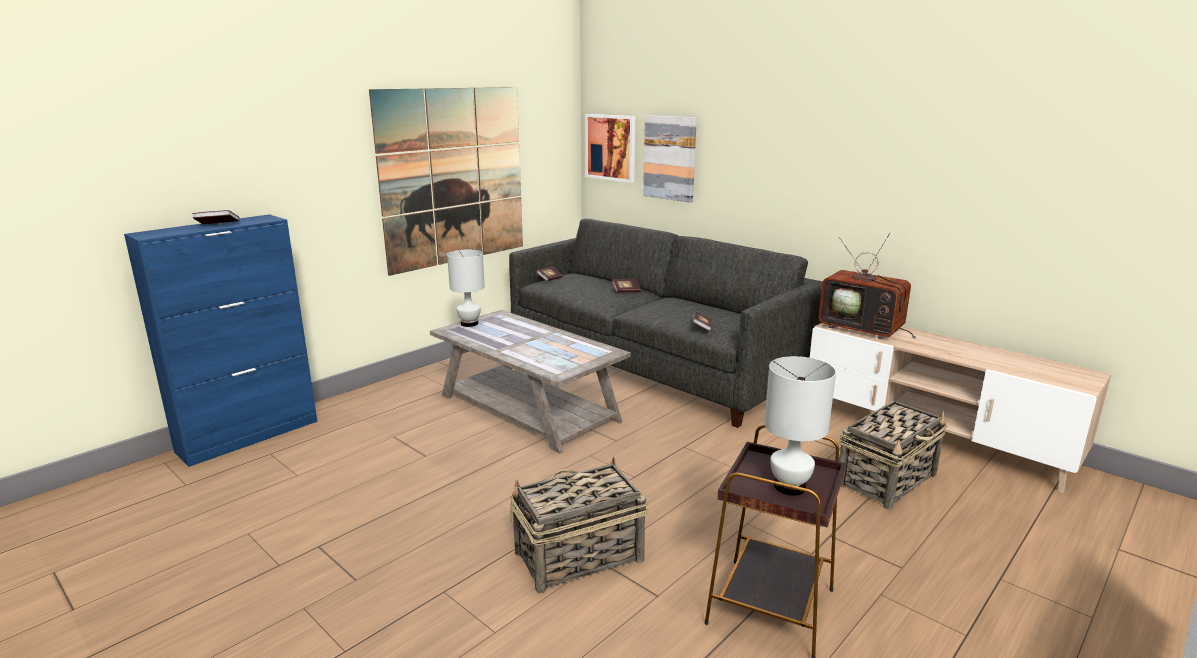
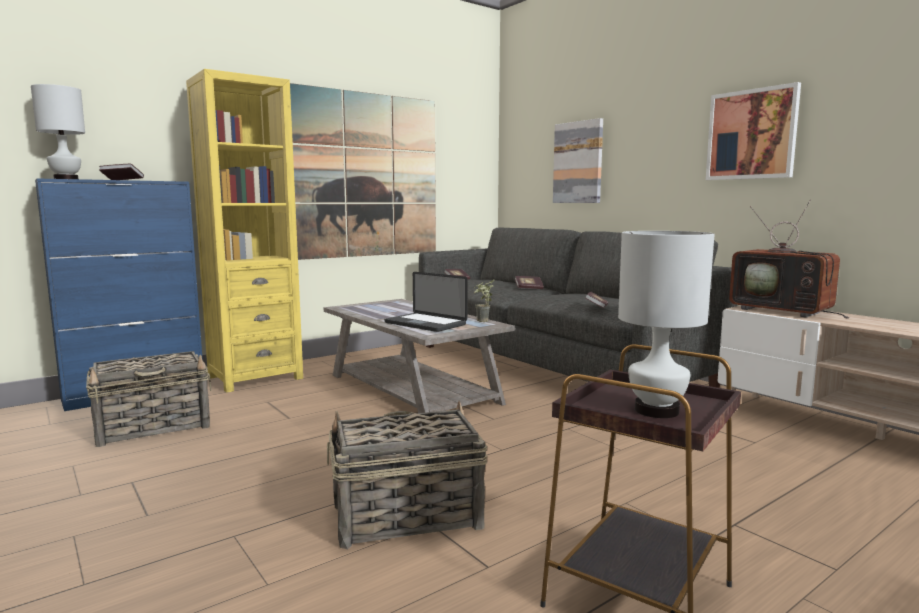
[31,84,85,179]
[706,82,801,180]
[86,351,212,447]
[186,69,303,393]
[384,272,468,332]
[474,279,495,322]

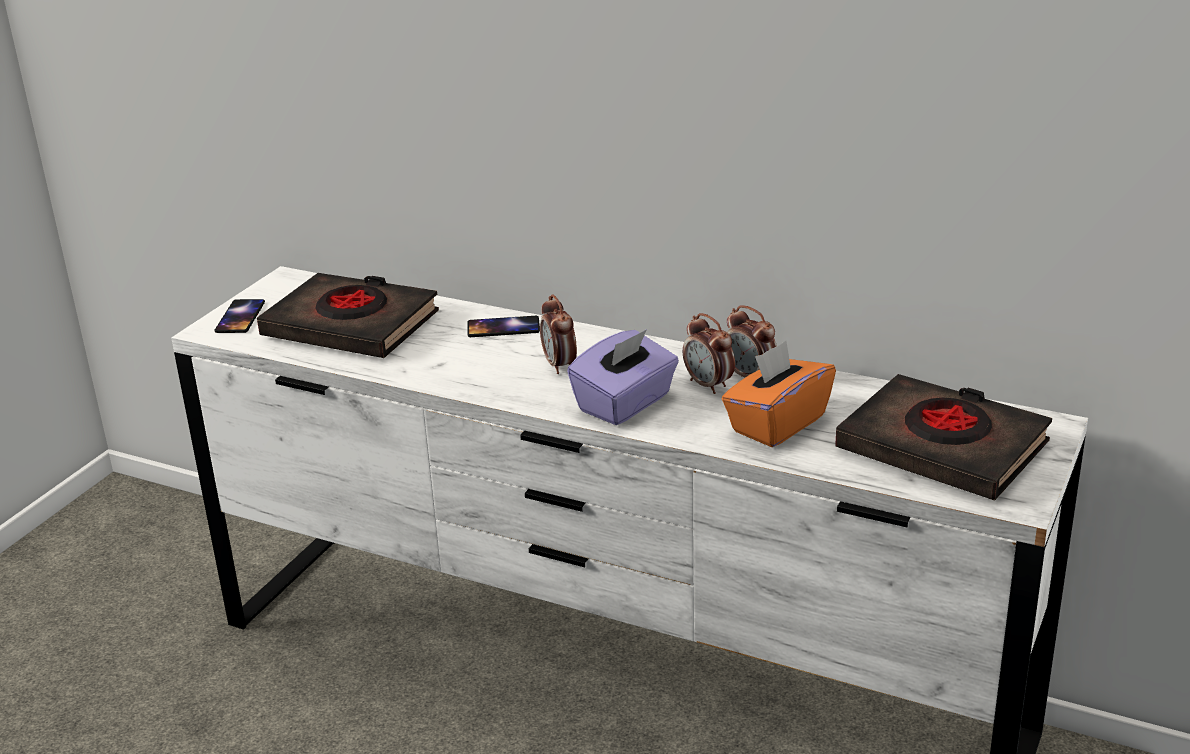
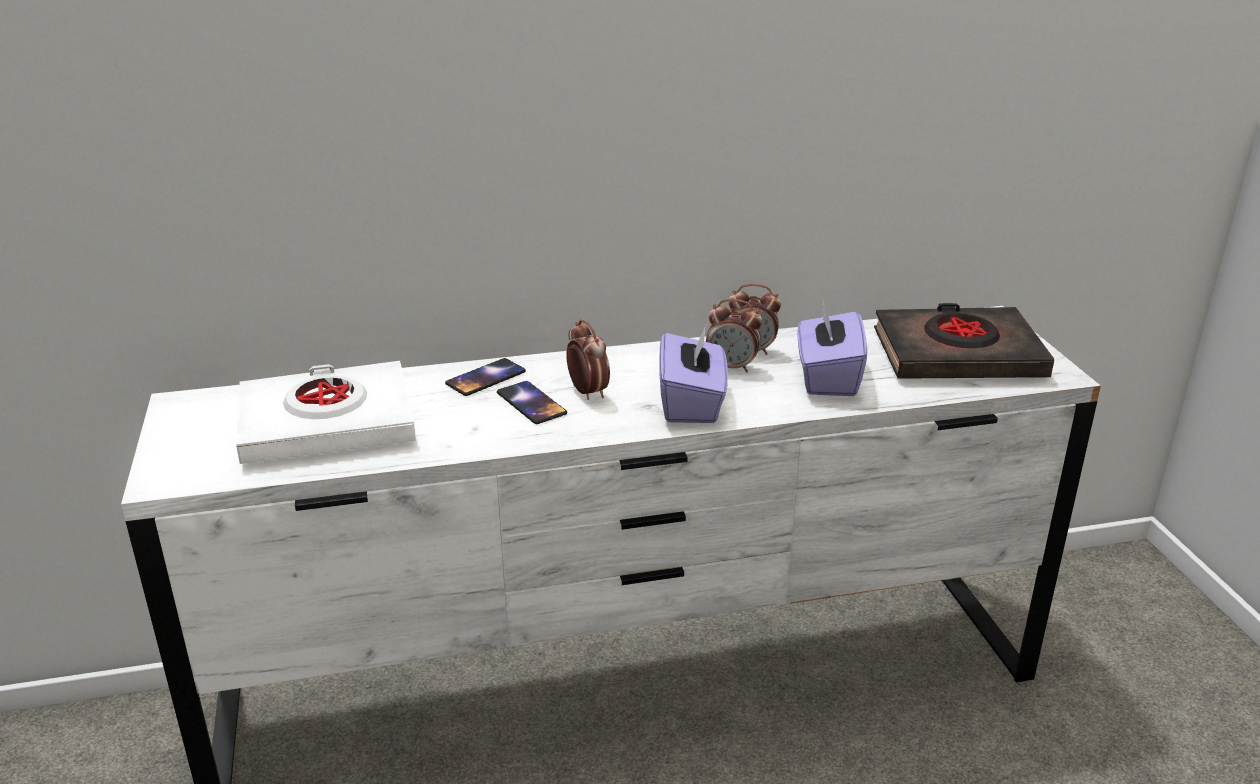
[497,381,567,424]
[236,361,416,464]
[566,319,610,400]
[798,301,867,396]

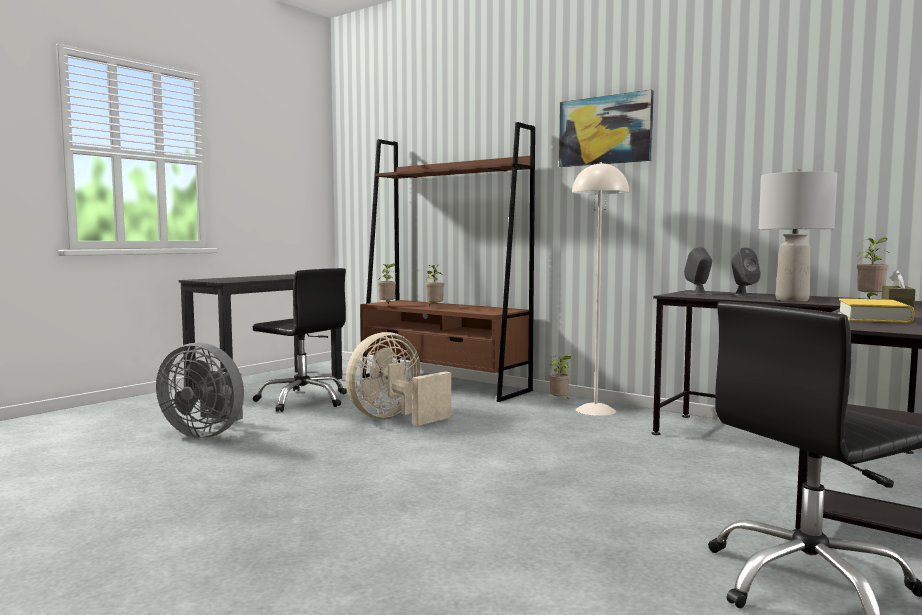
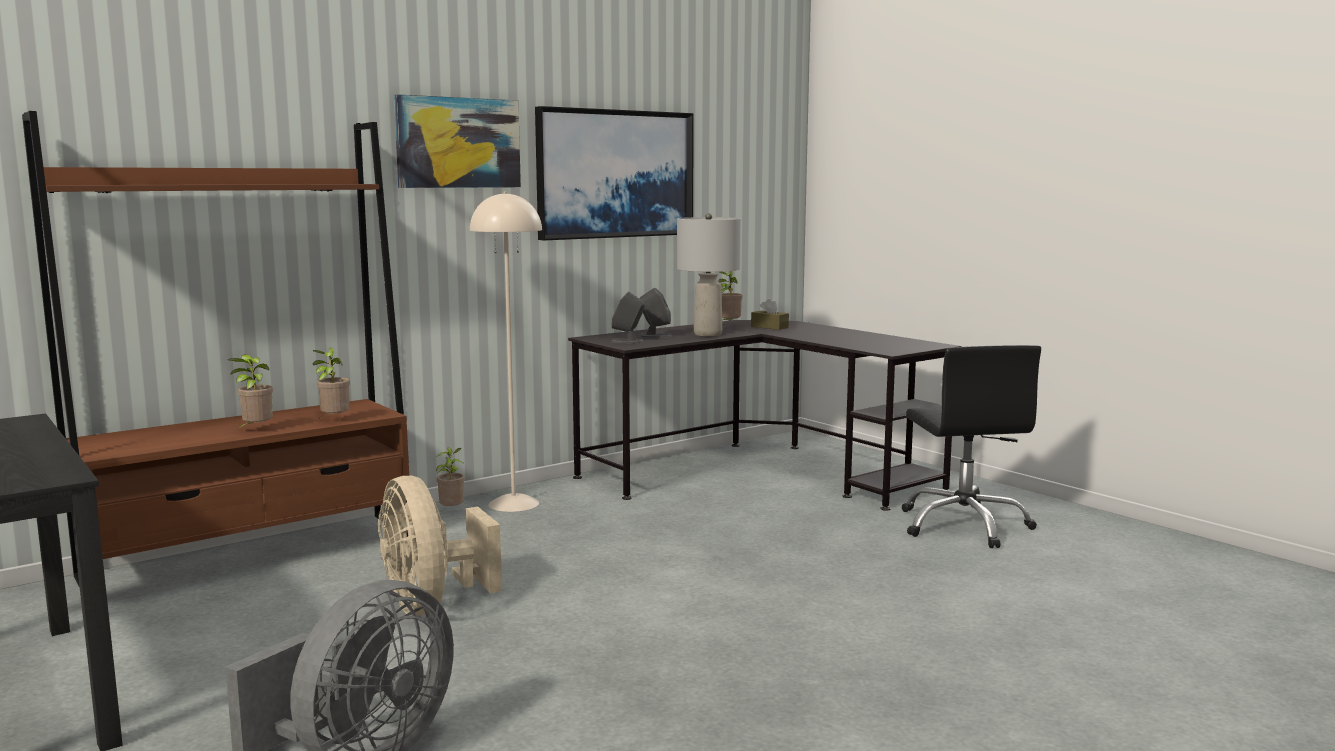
[253,268,347,412] (first image)
[313,348,350,418]
[838,298,914,323] (first image)
[535,106,694,240]

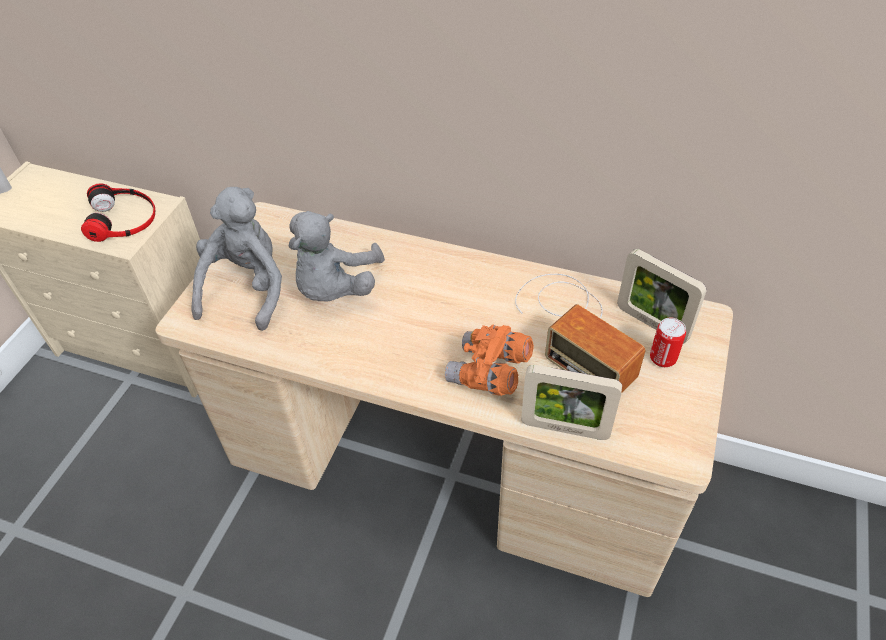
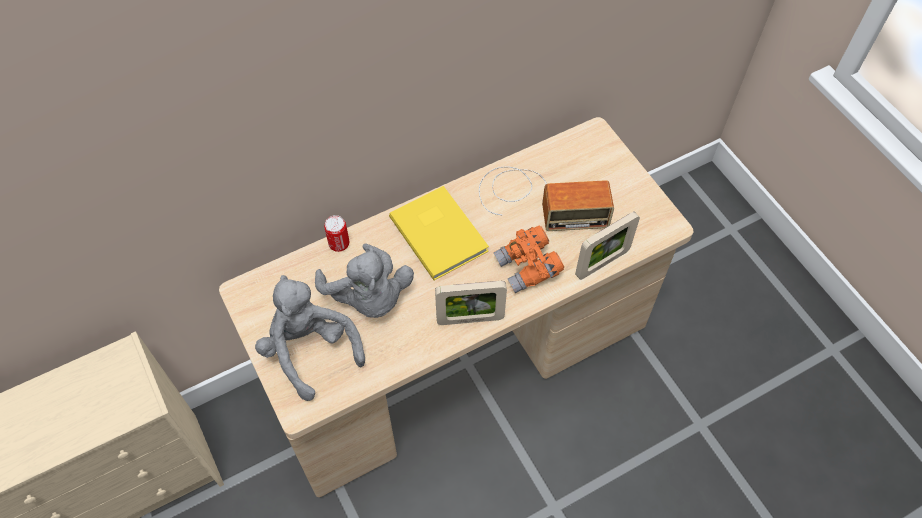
[81,183,155,242] (first image)
[435,281,507,325]
[324,215,349,252]
[389,186,489,280]

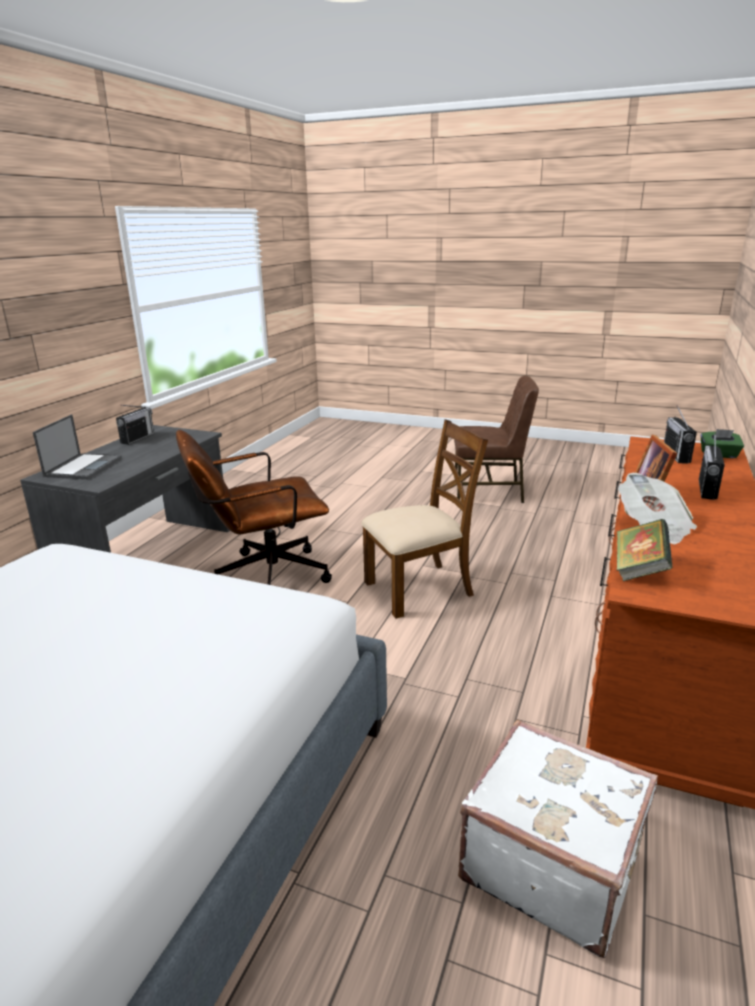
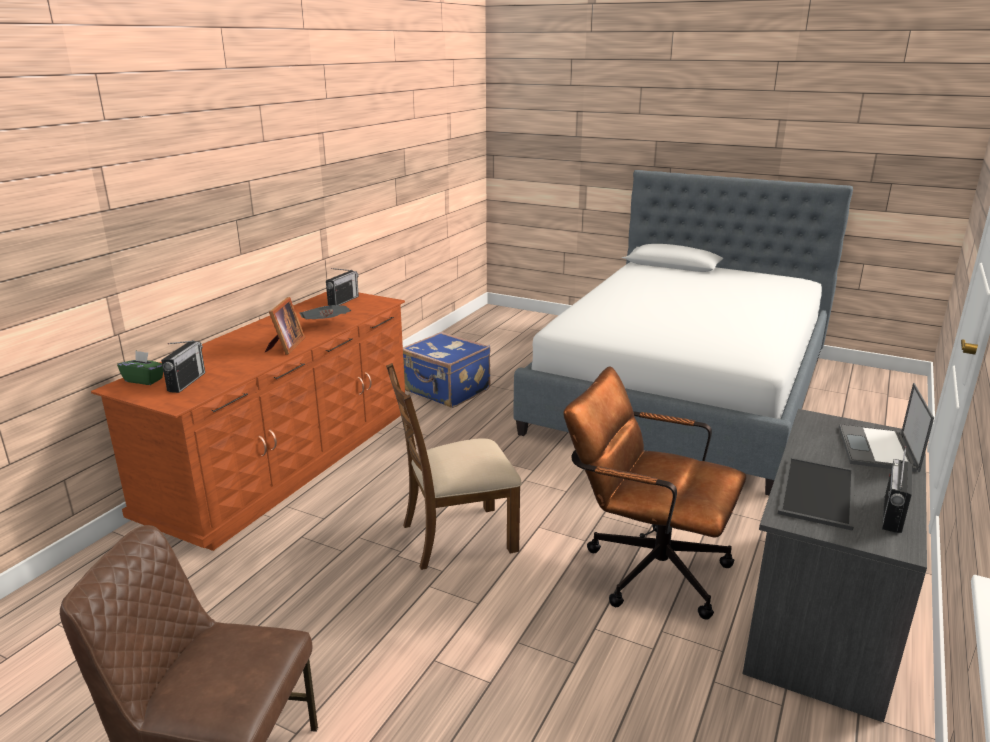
[563,366,746,619]
[403,332,491,408]
[617,519,673,581] (first image)
[326,268,359,305]
[778,457,855,531]

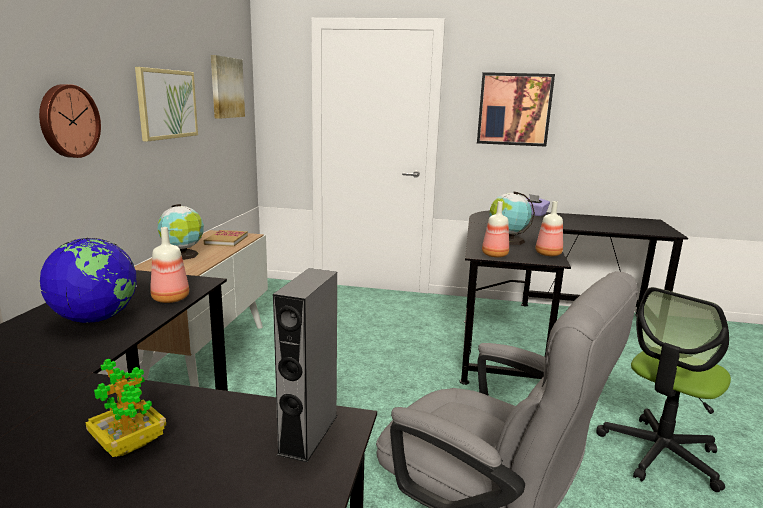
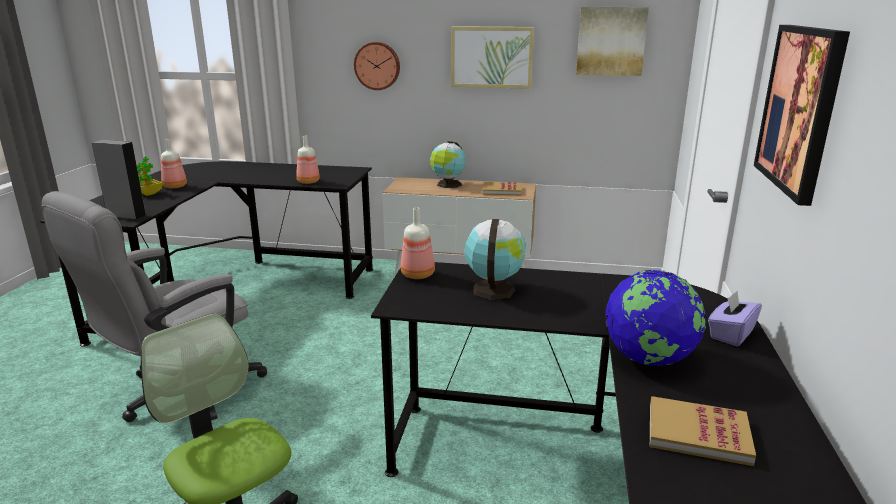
[605,270,706,366]
[161,139,187,189]
[650,396,756,466]

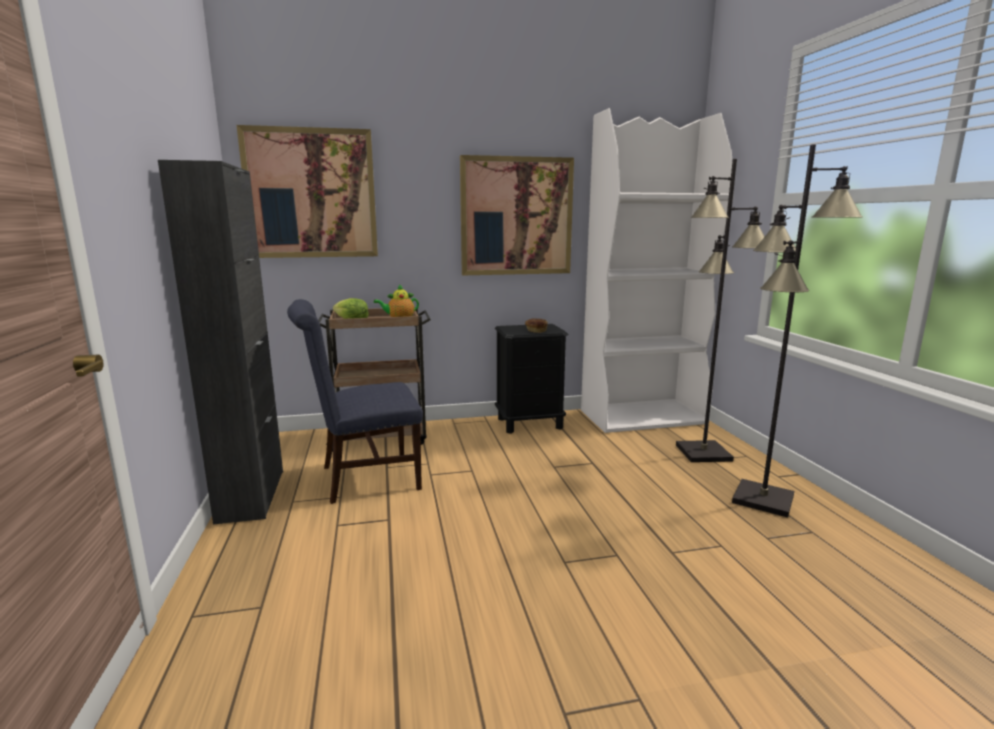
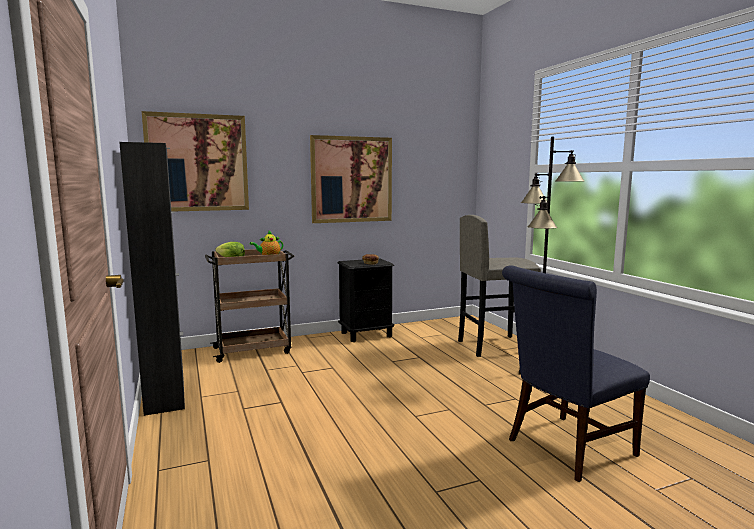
[502,266,650,482]
[581,108,734,433] (first image)
[458,215,541,357]

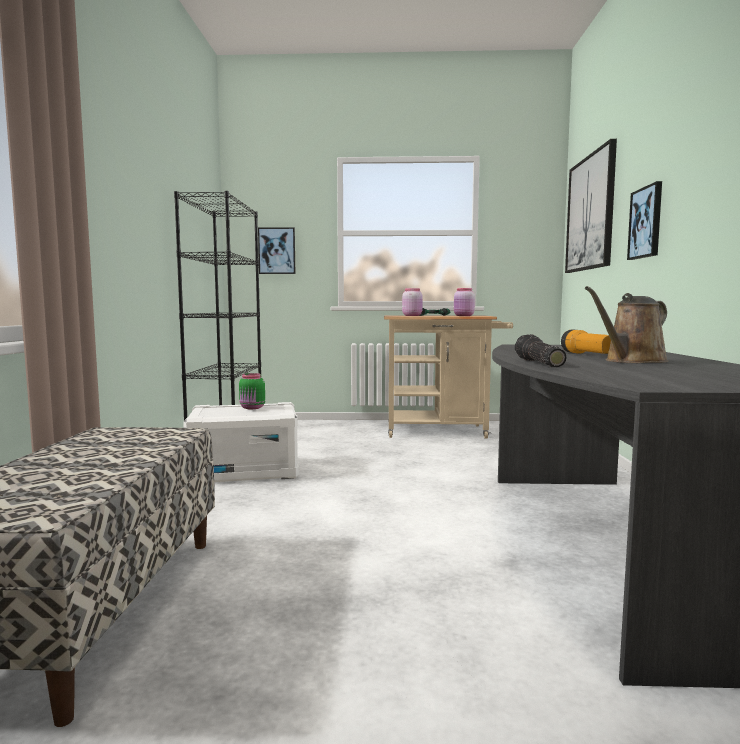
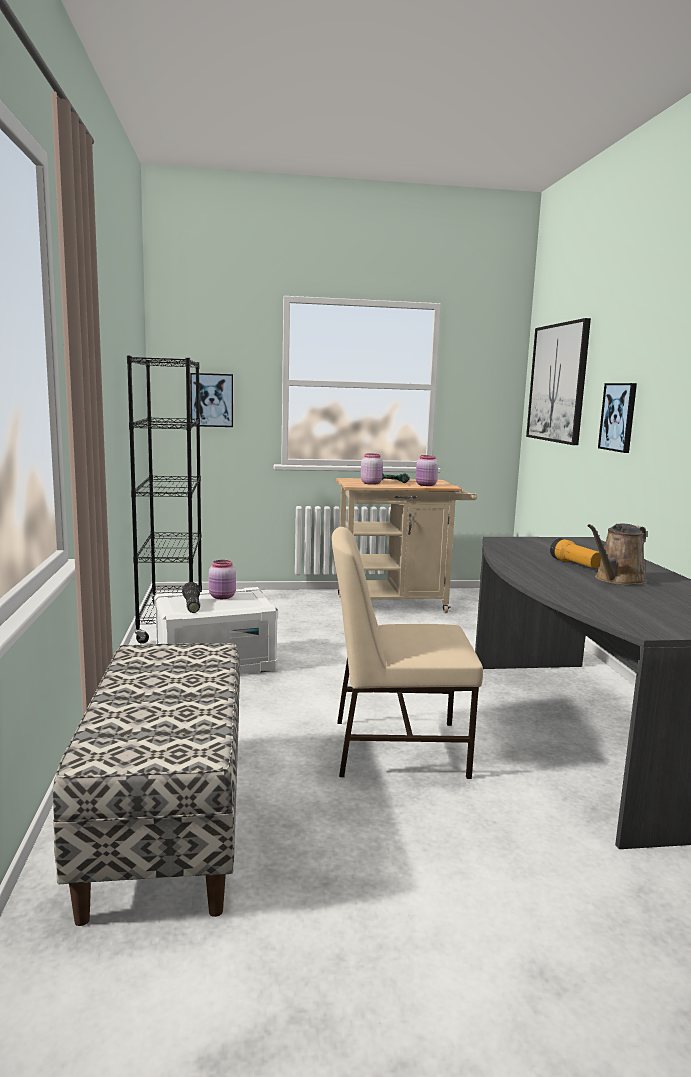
[209,560,236,599]
[182,582,200,613]
[332,527,483,779]

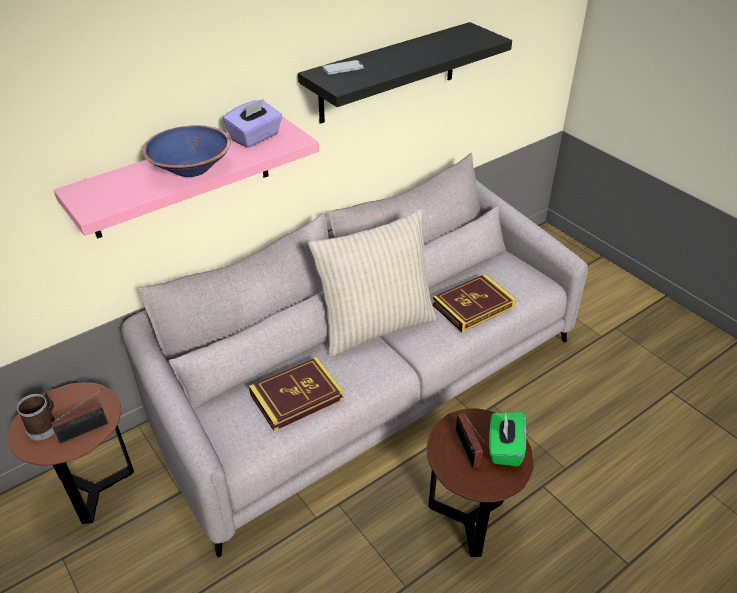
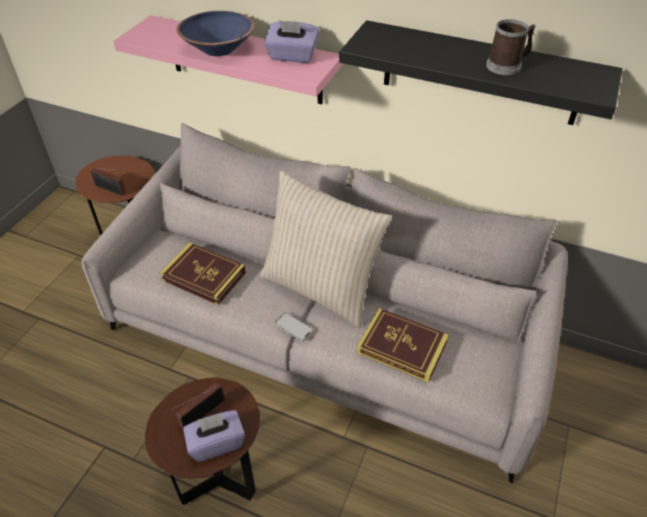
[486,19,536,75]
[275,313,313,341]
[183,410,245,462]

